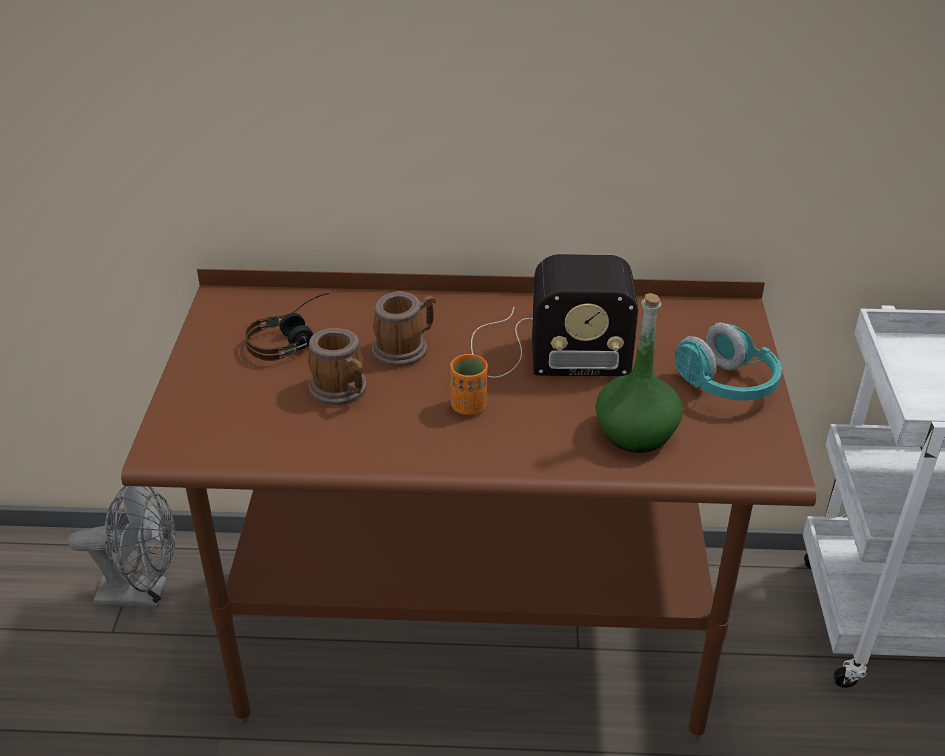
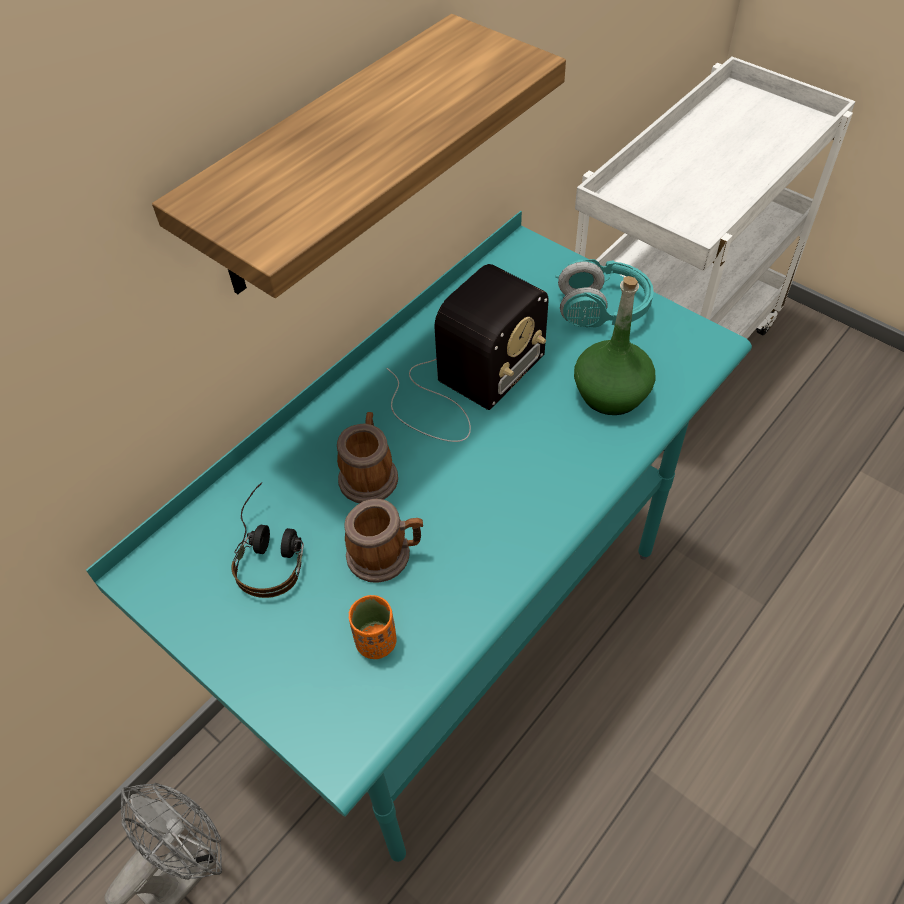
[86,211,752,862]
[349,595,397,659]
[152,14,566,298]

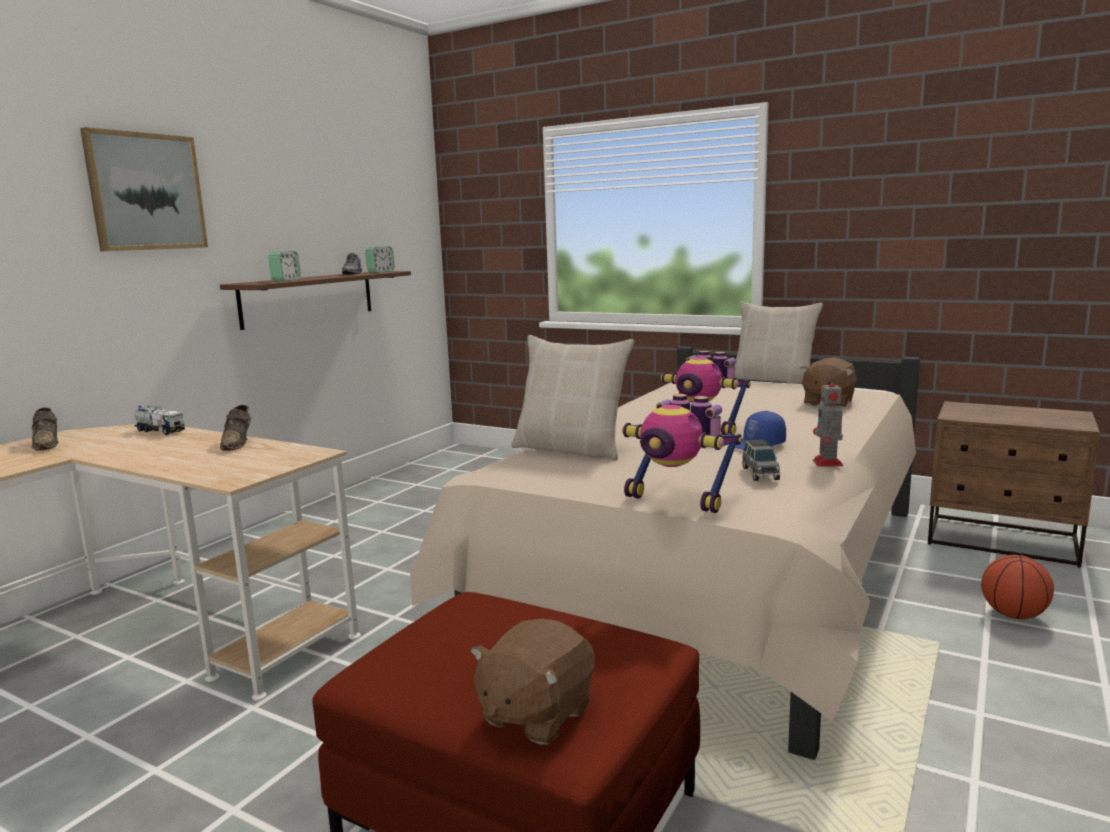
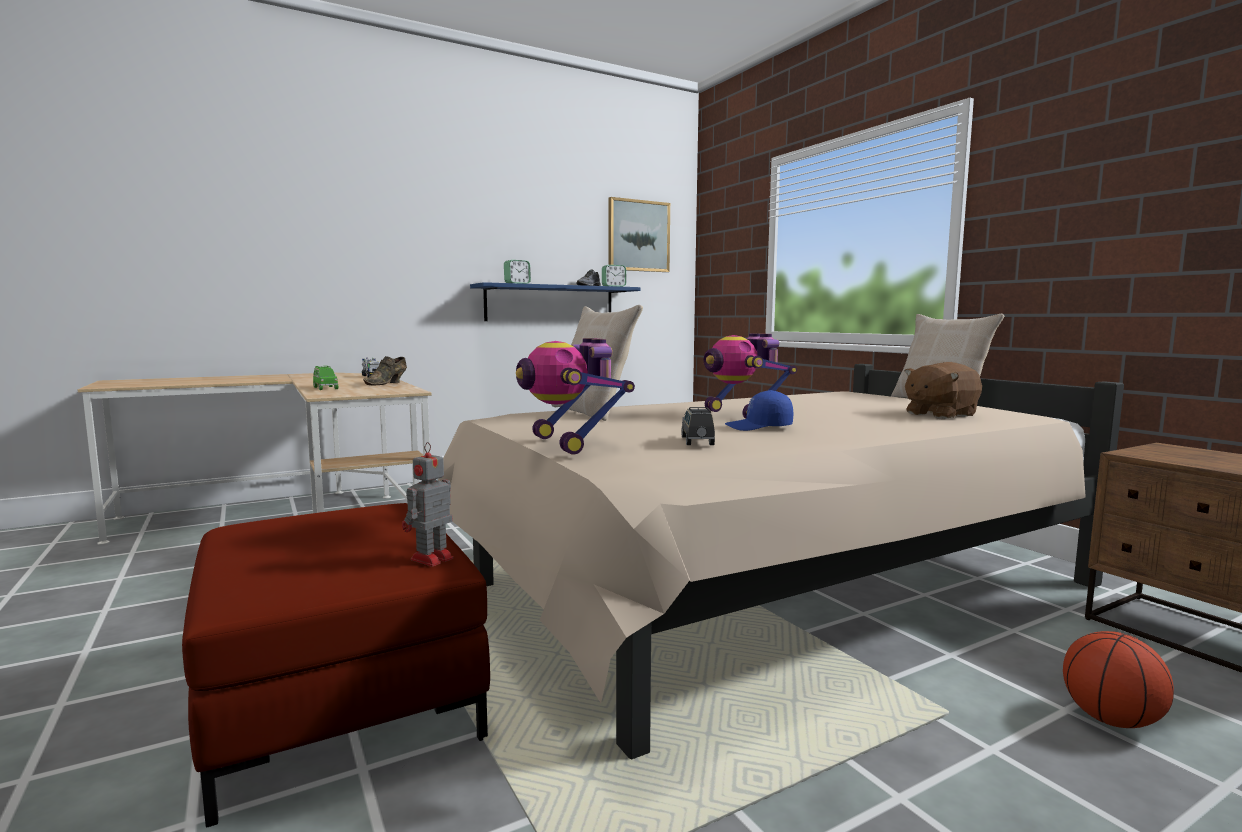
[32,408,58,450] (first image)
[608,197,670,272]
[470,282,640,321]
[470,619,595,745] (first image)
[682,407,715,445]
[402,442,453,567]
[313,366,338,390]

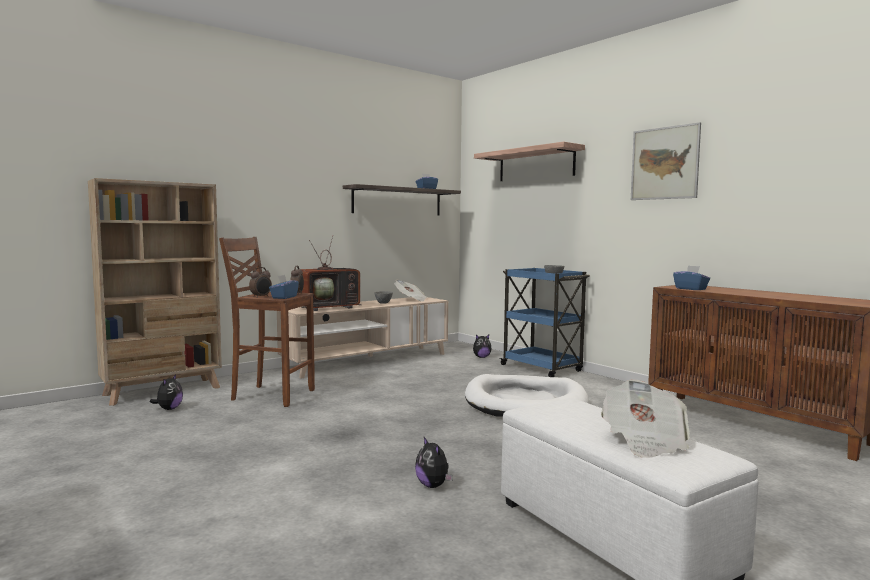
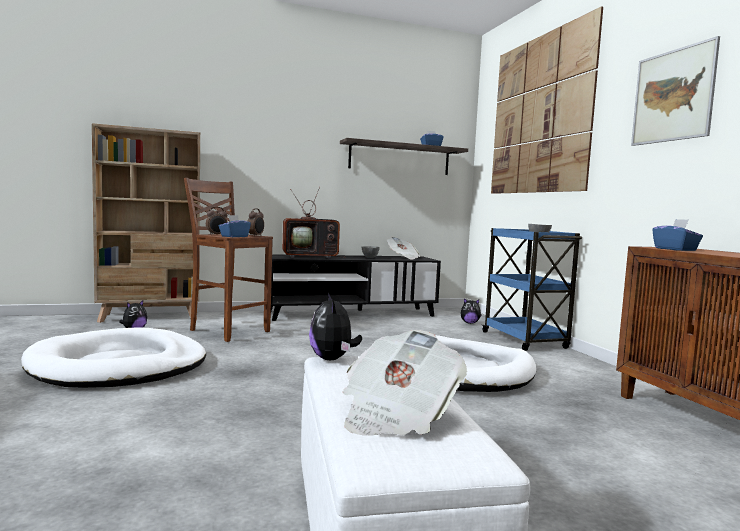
[271,254,441,321]
[309,293,362,360]
[491,6,603,194]
[21,328,206,388]

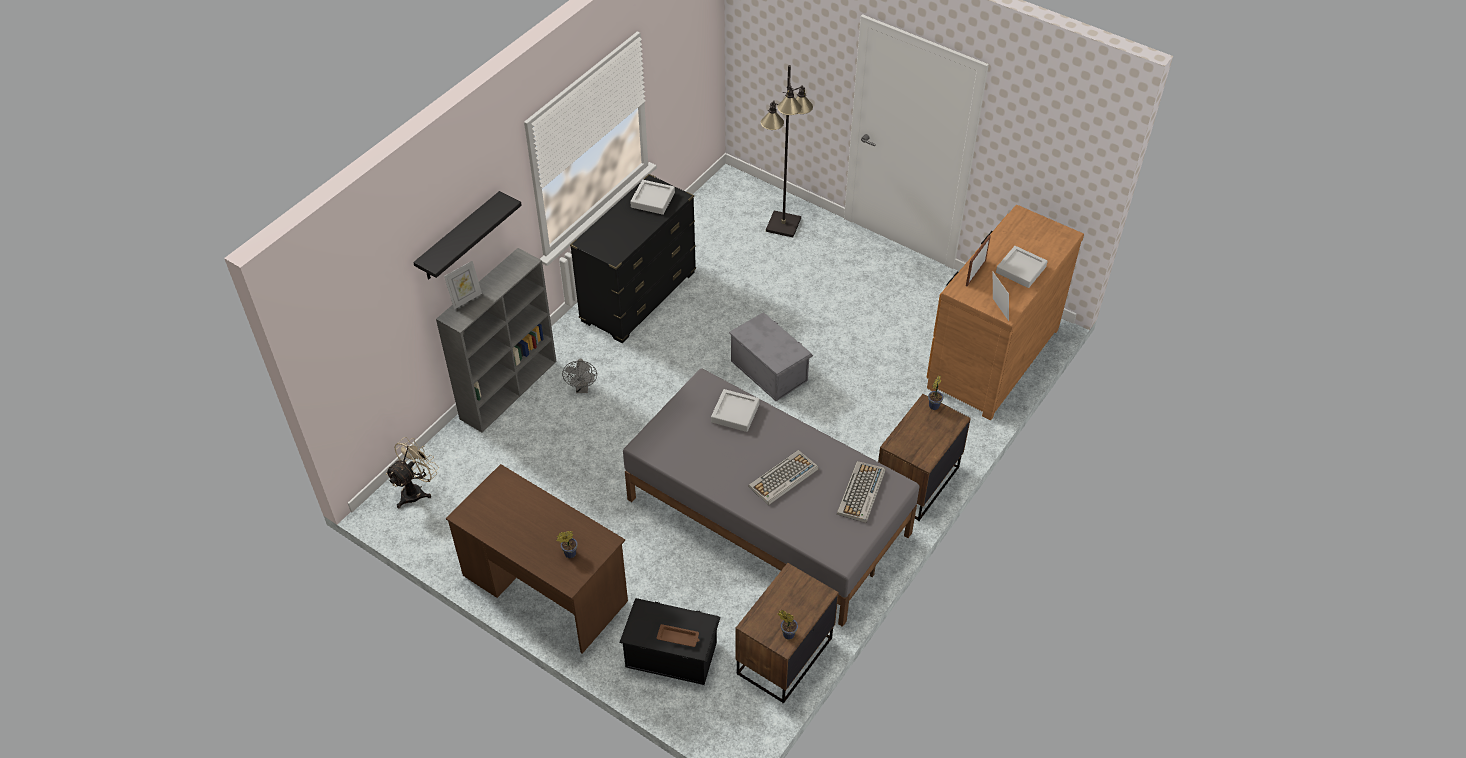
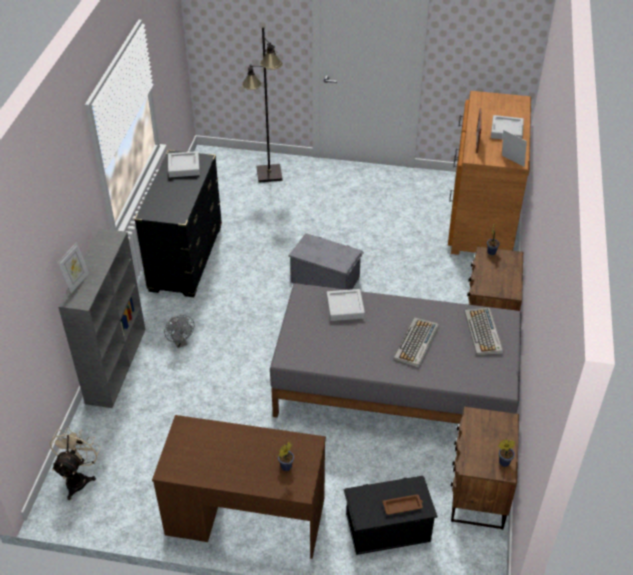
[413,191,522,279] (first image)

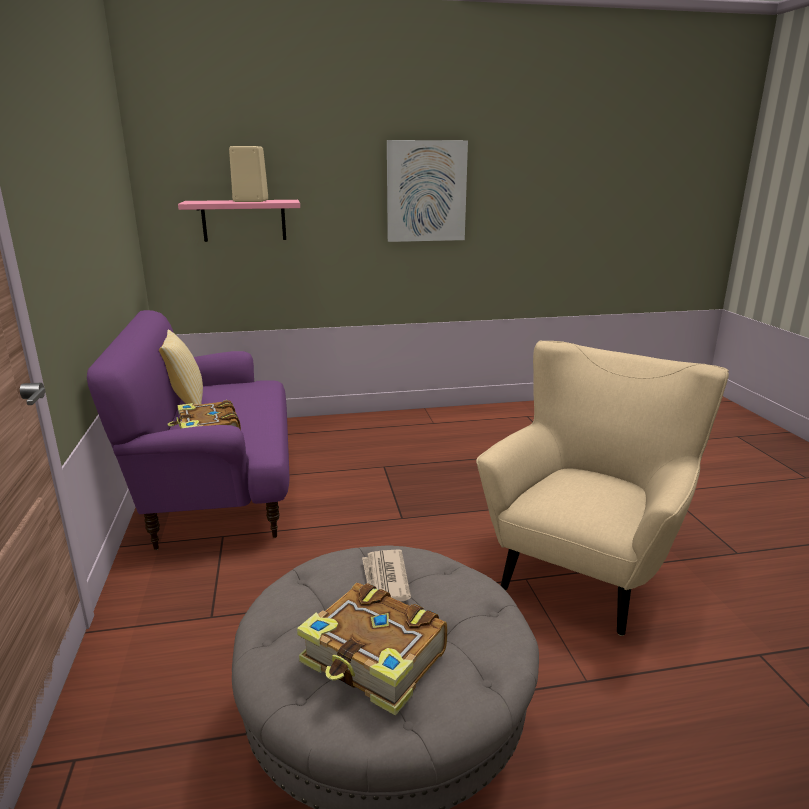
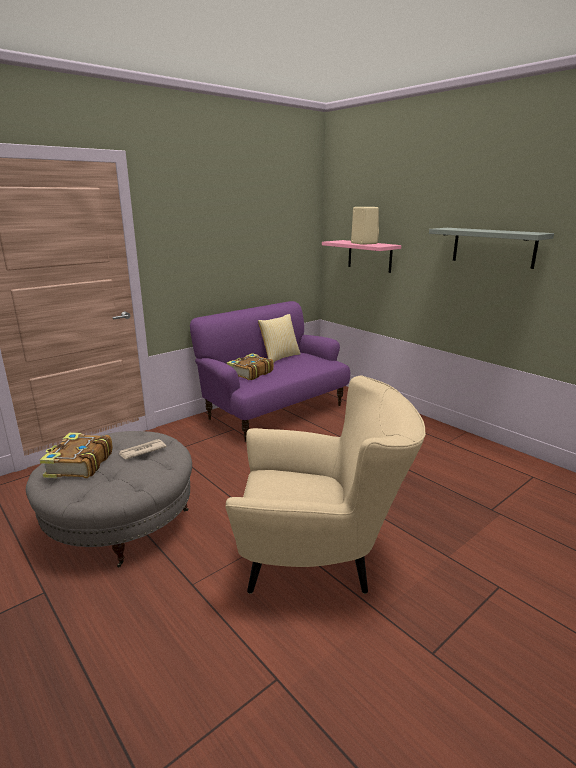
[429,228,554,269]

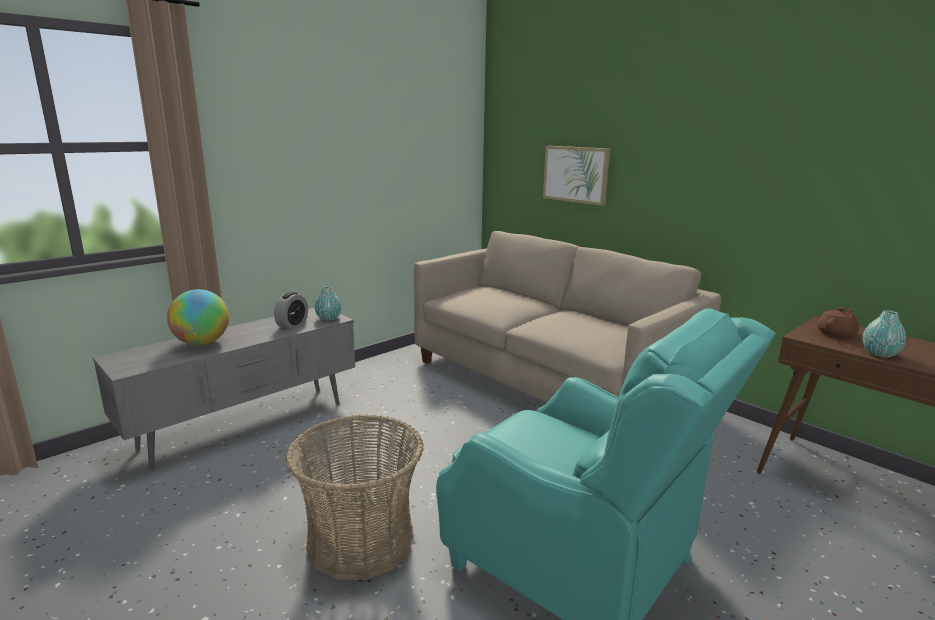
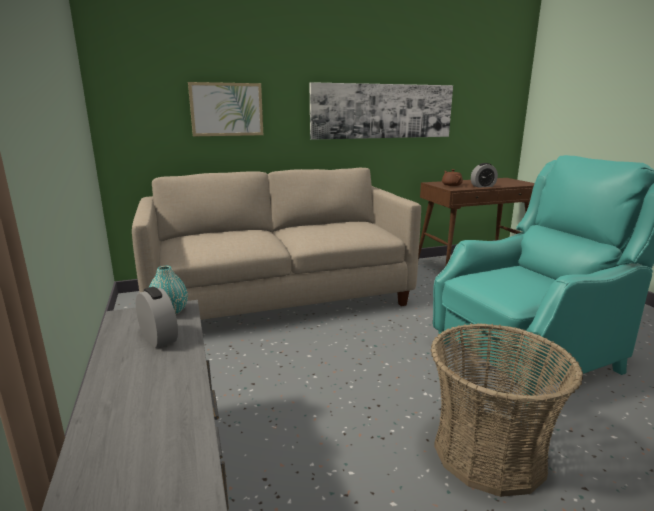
[167,289,229,345] (first image)
[471,163,498,188]
[310,82,453,140]

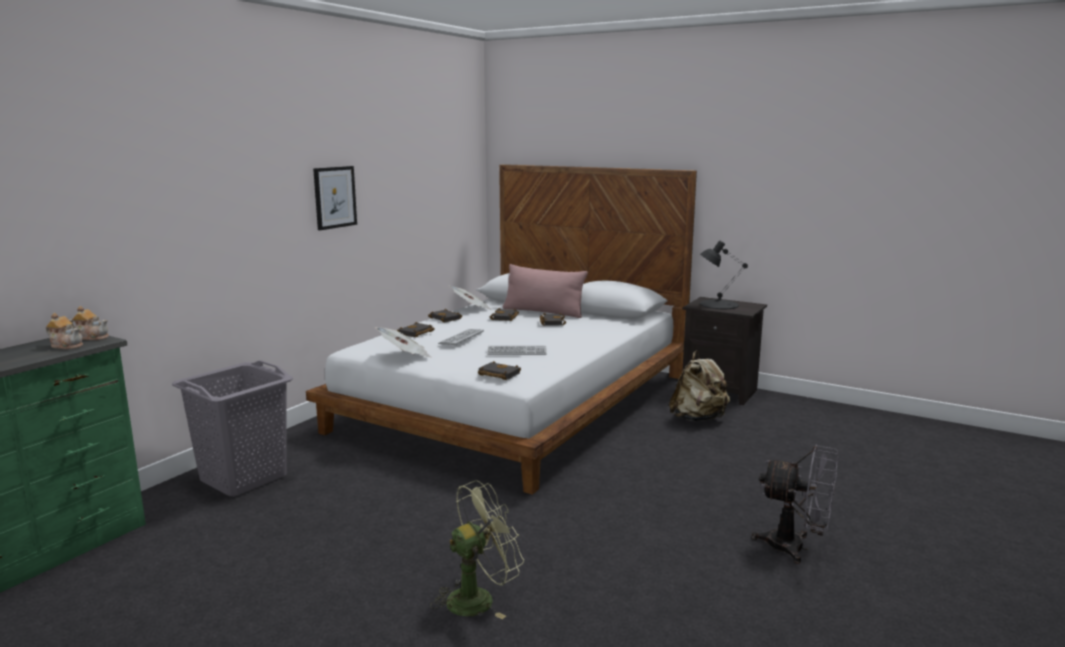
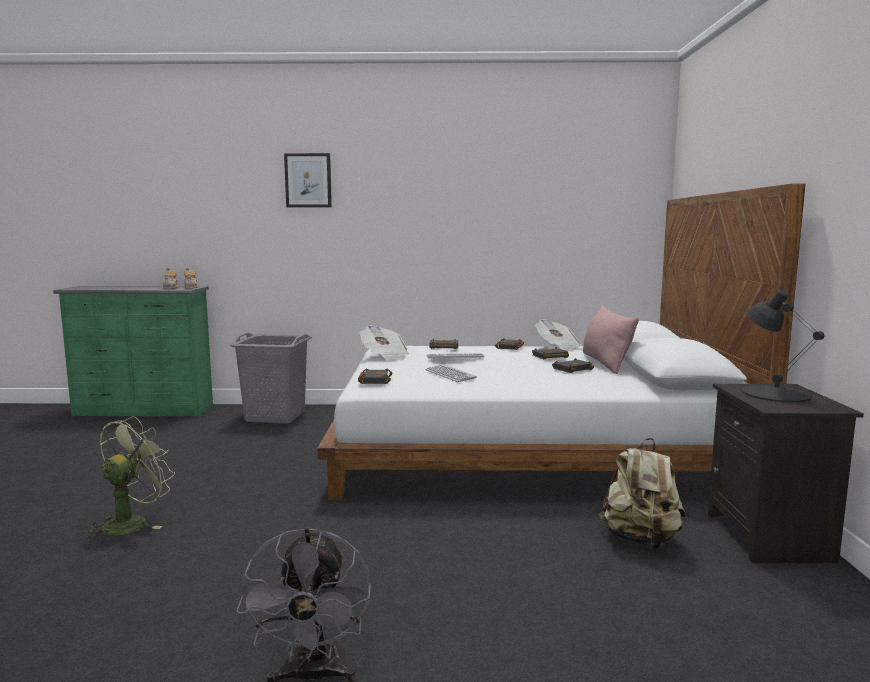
[284,153,332,207]
[86,416,175,538]

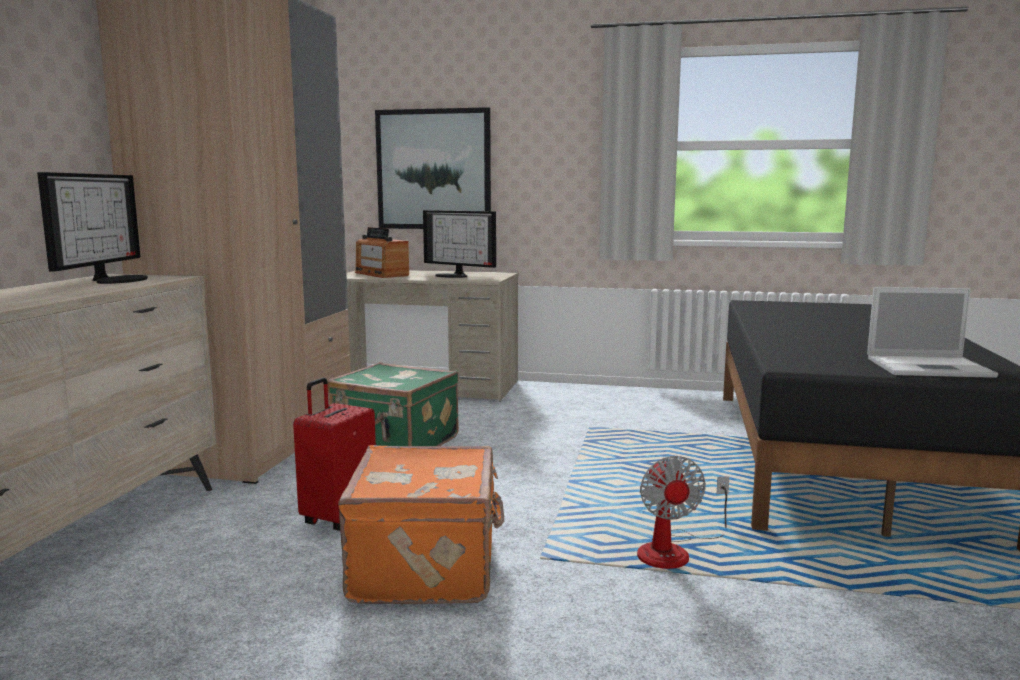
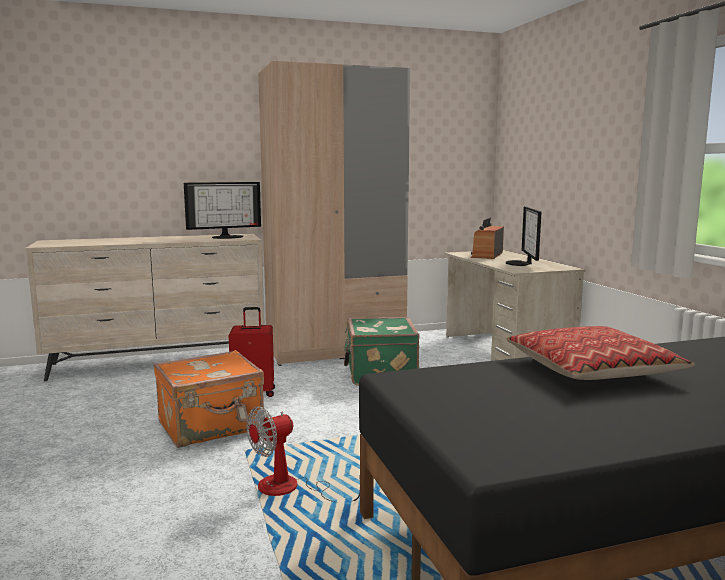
[375,107,491,229] (first image)
[867,287,998,378] (first image)
[506,326,695,380]

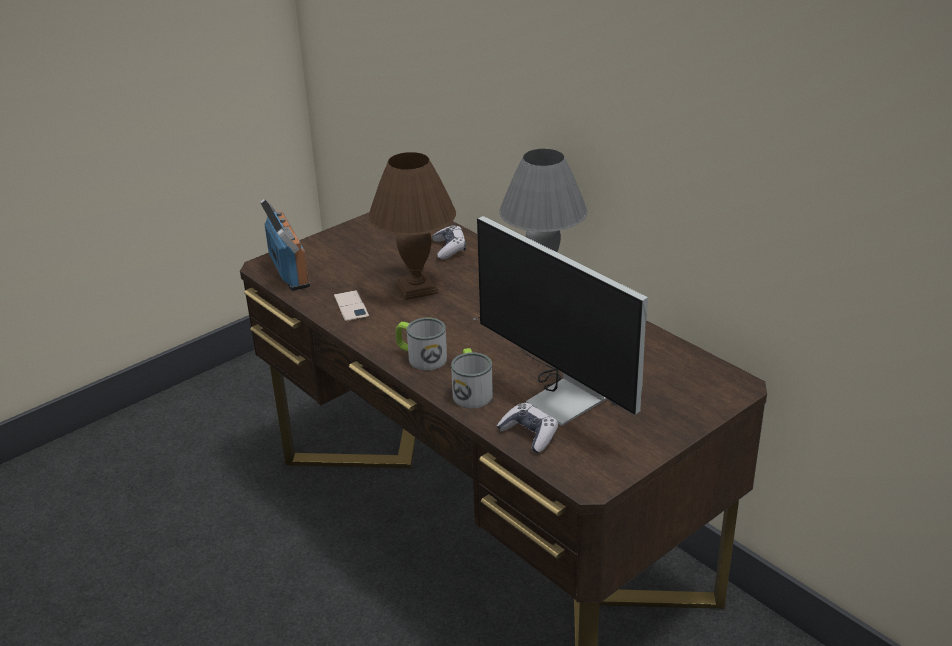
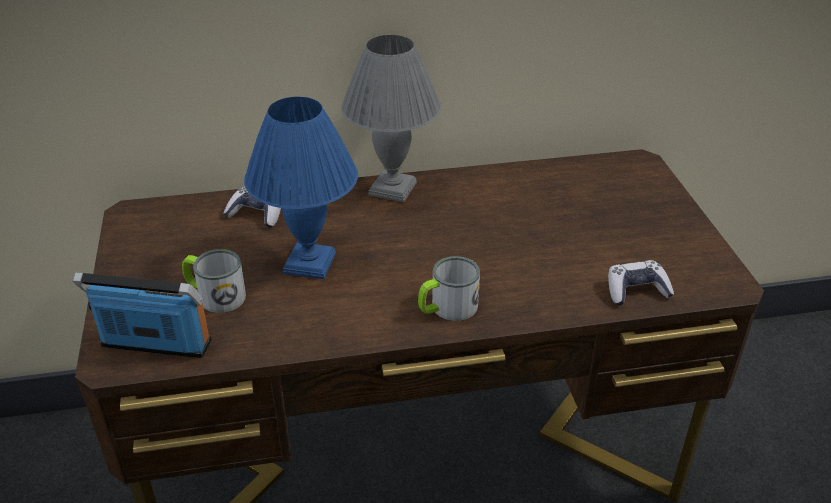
[334,290,369,322] (first image)
[244,97,358,279]
[182,249,246,313]
[473,216,648,426] (first image)

